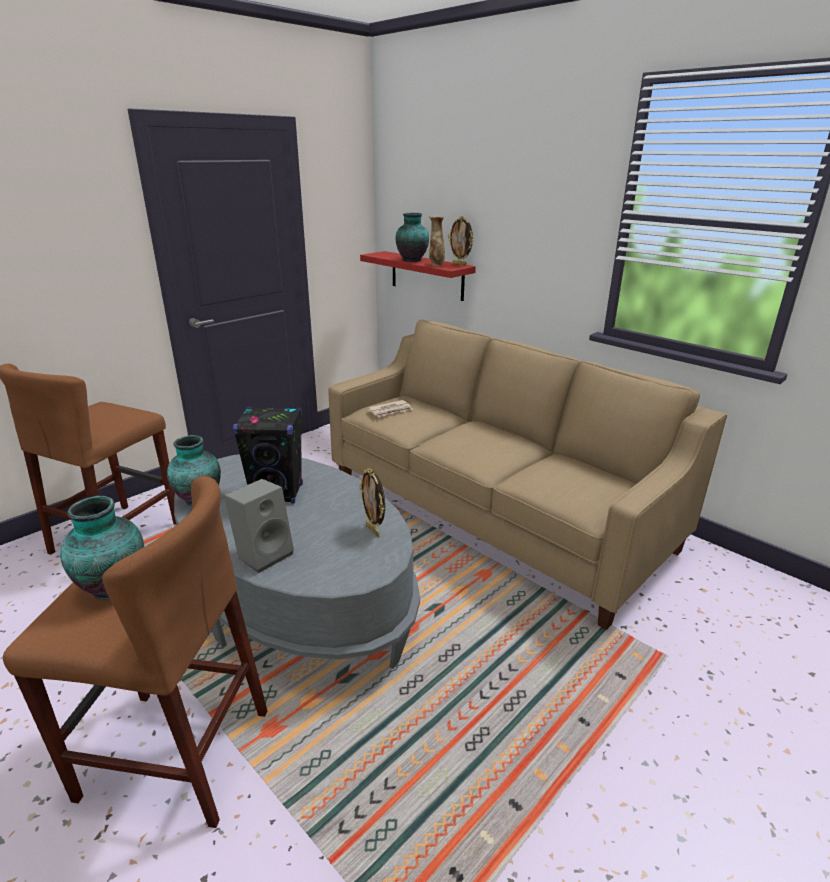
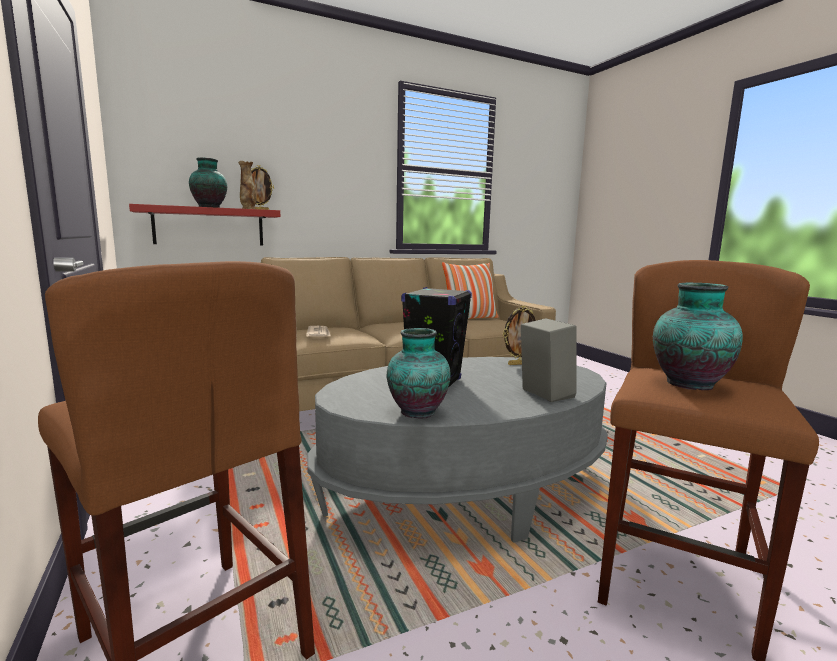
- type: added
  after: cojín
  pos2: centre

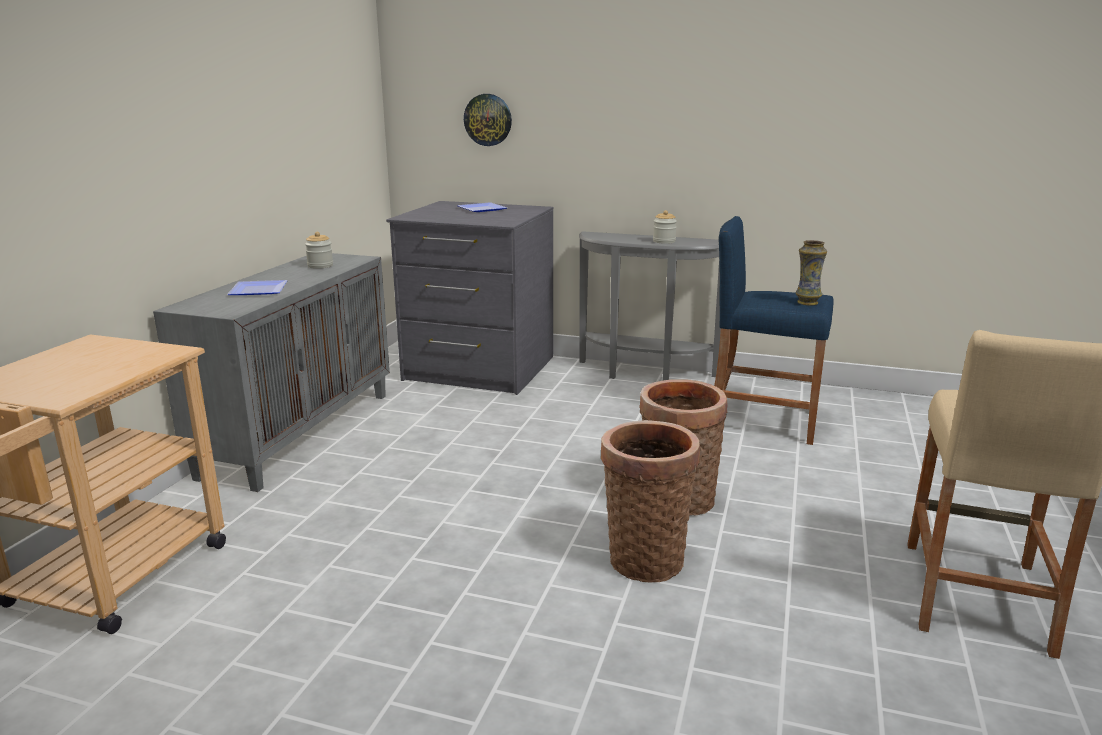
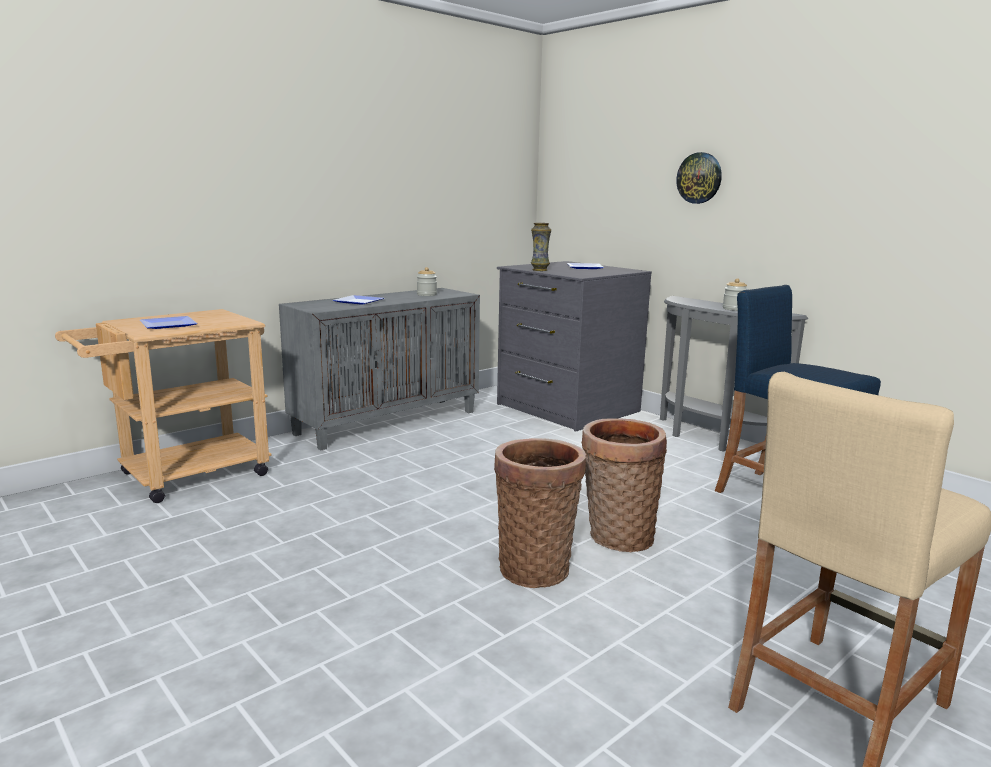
- type: moved
  before: reloj de pared
  pos1: top centre
  pos2: top right
- type: moved
  before: florero
  pos1: middle right
  pos2: top centre
- type: added
  after: plato (1st from left)
  pos2: middle left

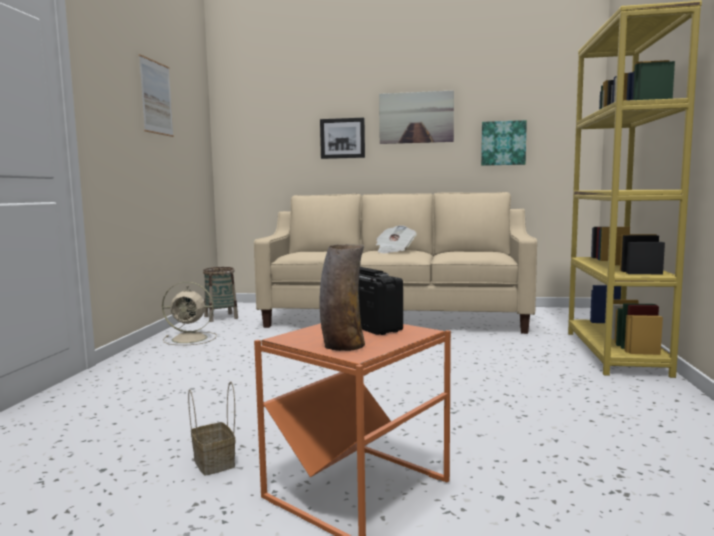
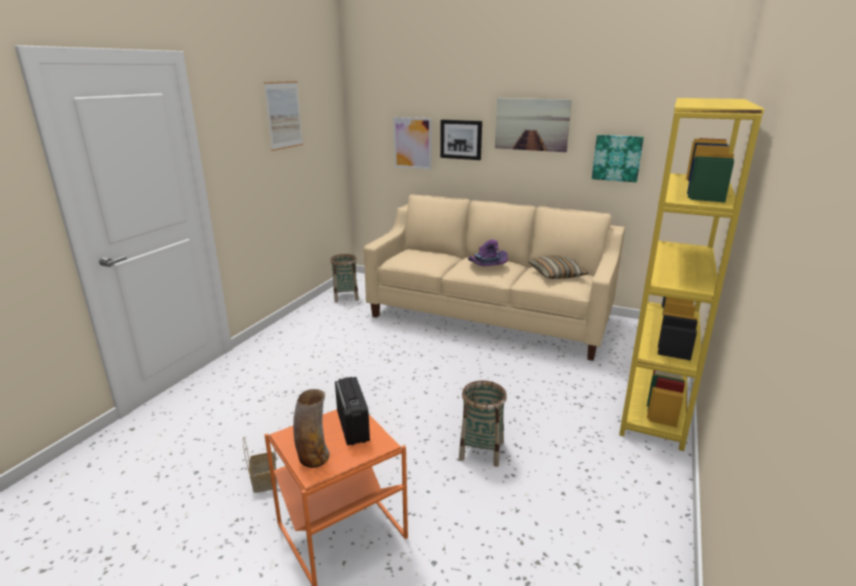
- type: replaced
  before: periódico
  after: sombrero [morado]
  pos1: centre
  pos2: centre
- type: removed
  before: ventilador [beis]
  pos1: middle left
- type: added
  after: cuadro (2nd from left)
  pos2: top centre
- type: added
  after: cojín
  pos2: centre
- type: added
  after: cesta (3rd from left)
  pos2: bottom centre

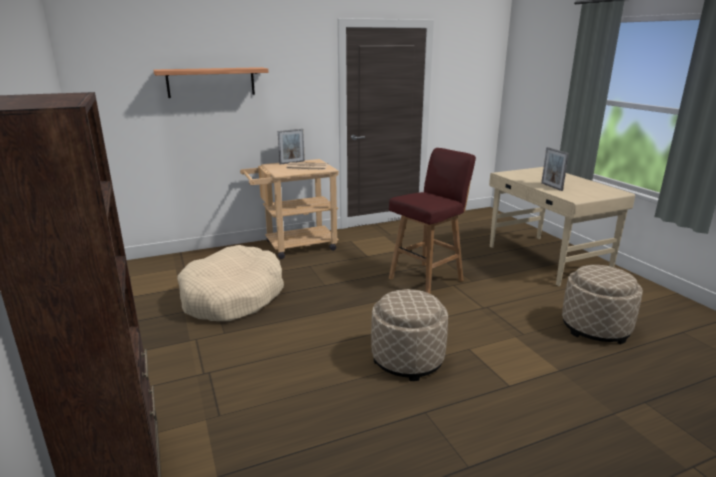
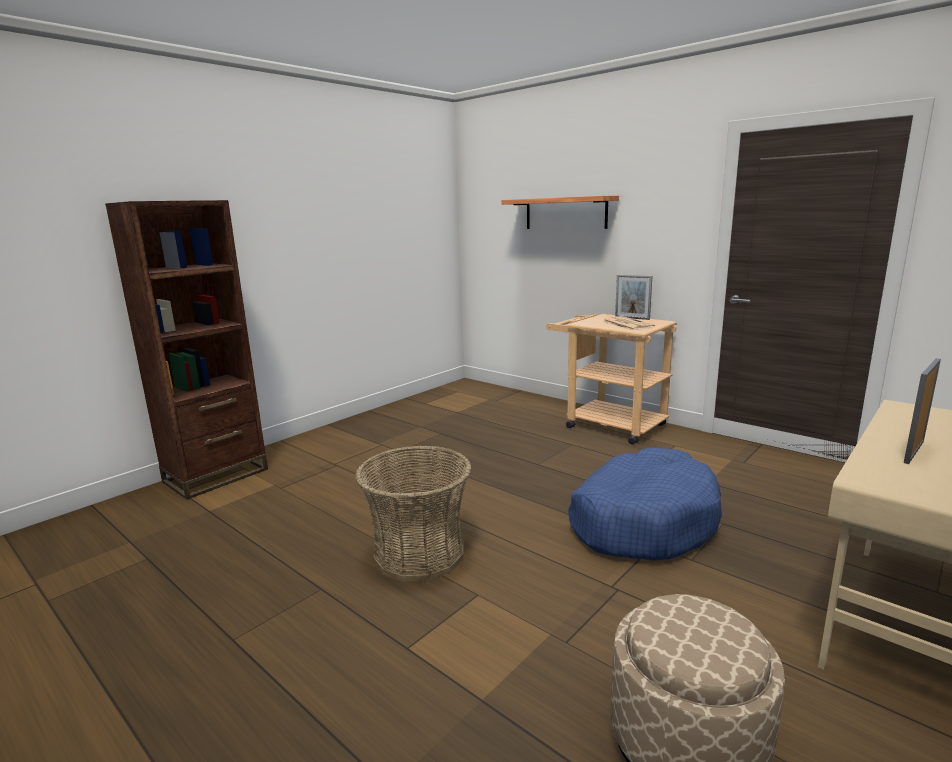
- type: replaced
  before: taburete [rojo]
  after: cama para perro [azul]
  pos1: centre
  pos2: middle right
- type: removed
  before: cama para perro [beis]
  pos1: middle left
- type: replaced
  before: puf [beis] (1st from left)
  after: cesta
  pos1: bottom centre
  pos2: bottom centre

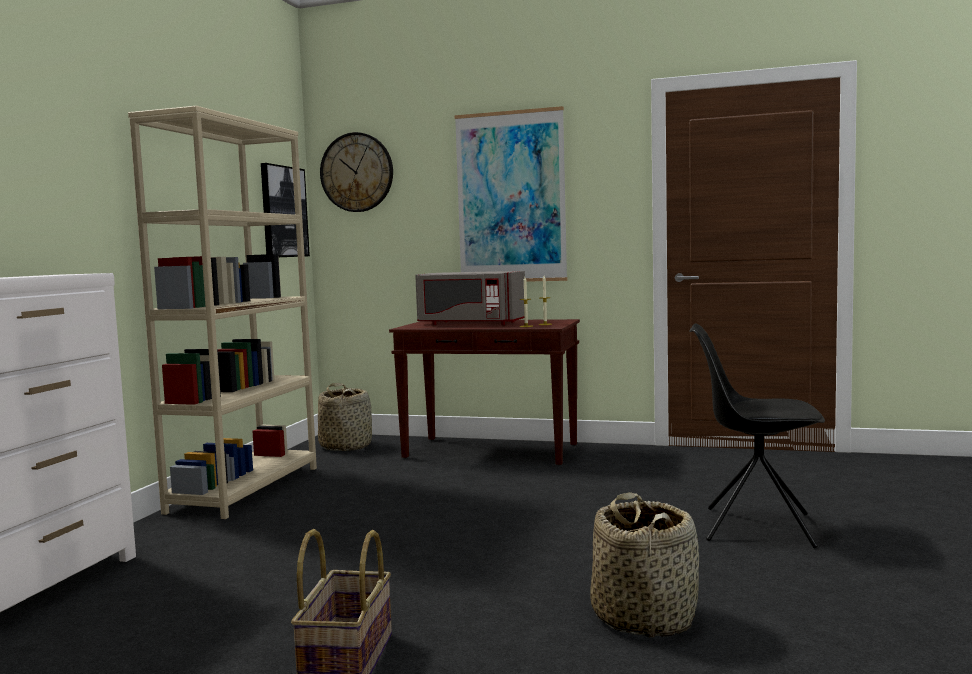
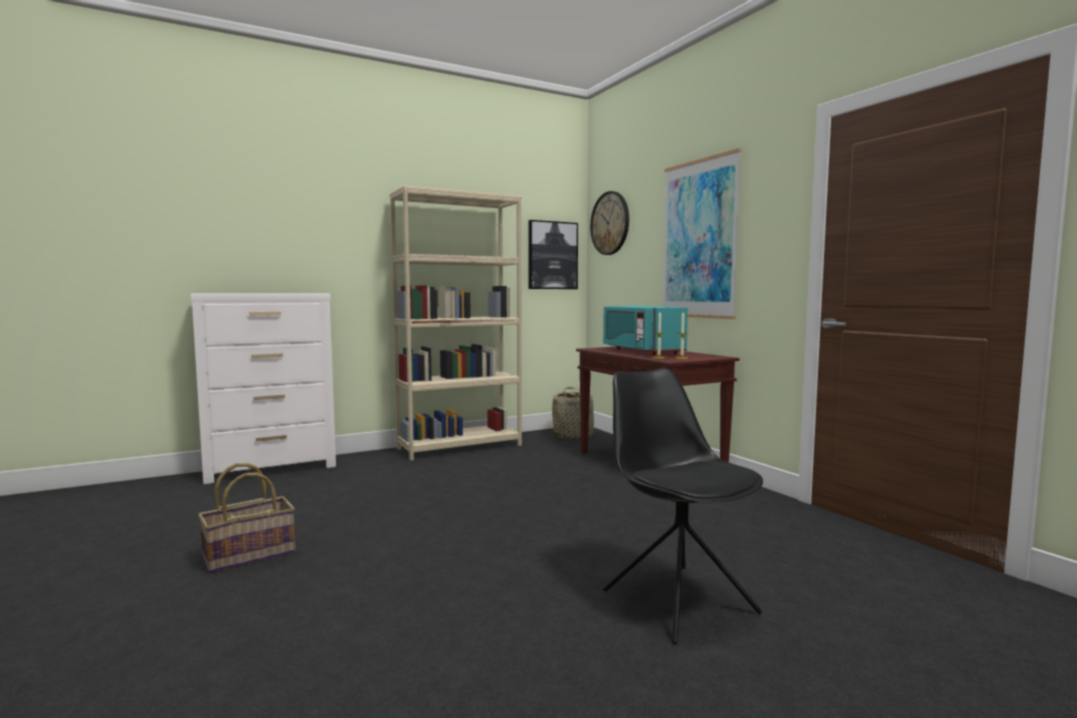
- type: recoloured
  before: microondas [gris]
  after: microondas [turquesa]
  pos1: centre
  pos2: centre
- type: removed
  before: cesta (3rd from left)
  pos1: bottom centre

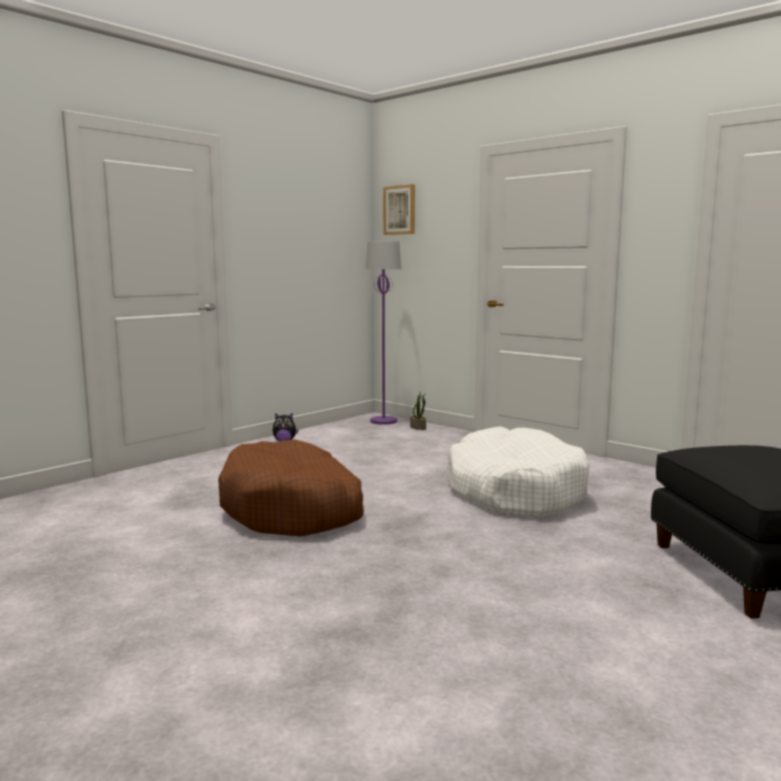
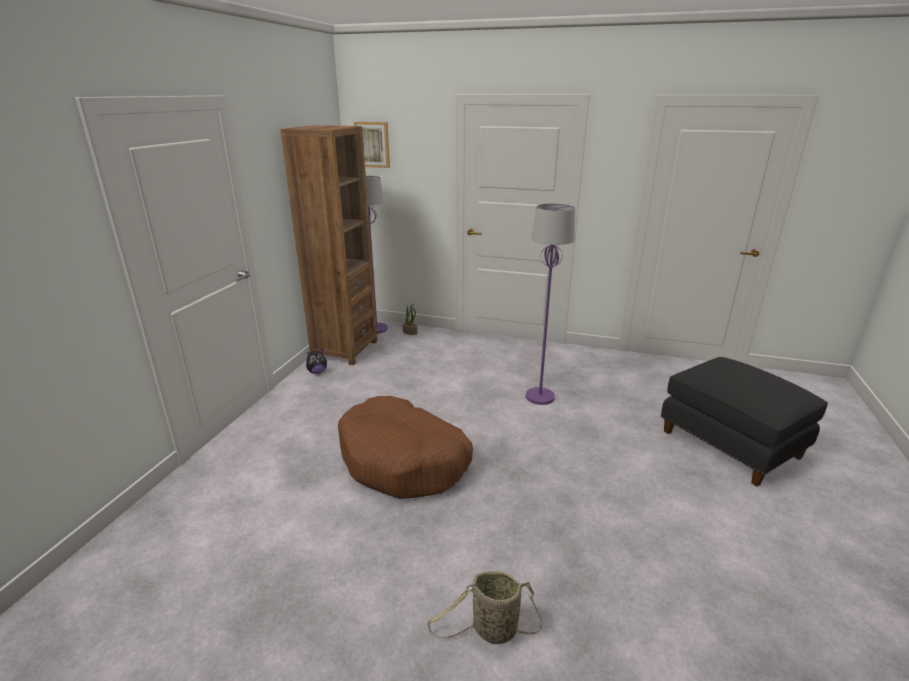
- type: replaced
  before: cama para perro [blanco]
  after: lámpara de pie [morado] (2nd from left)
  pos1: centre
  pos2: centre
- type: added
  after: estantería [marrón]
  pos2: centre
- type: added
  after: cesta
  pos2: bottom centre

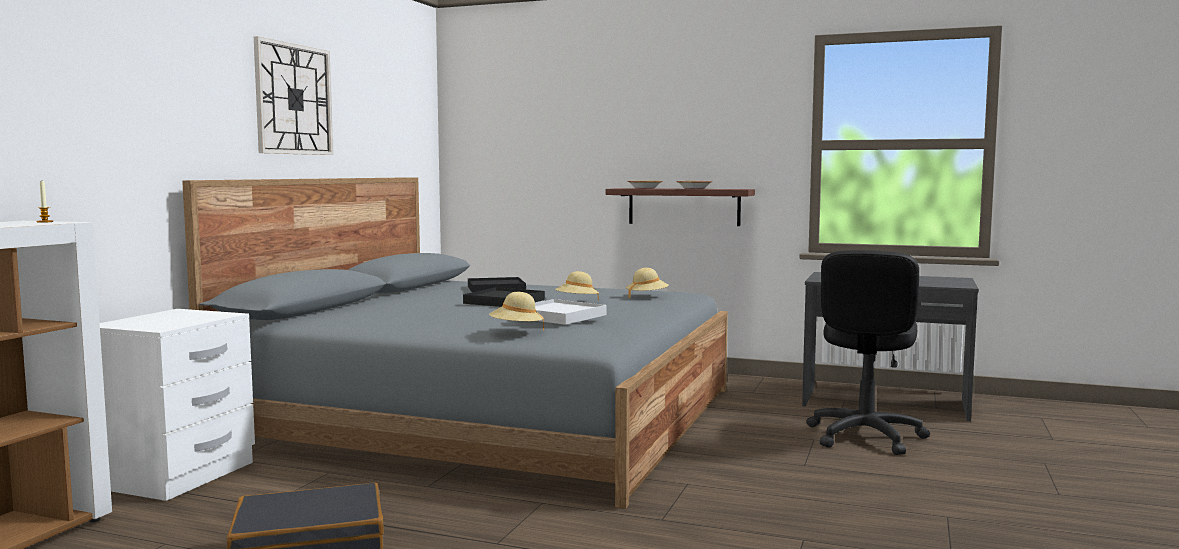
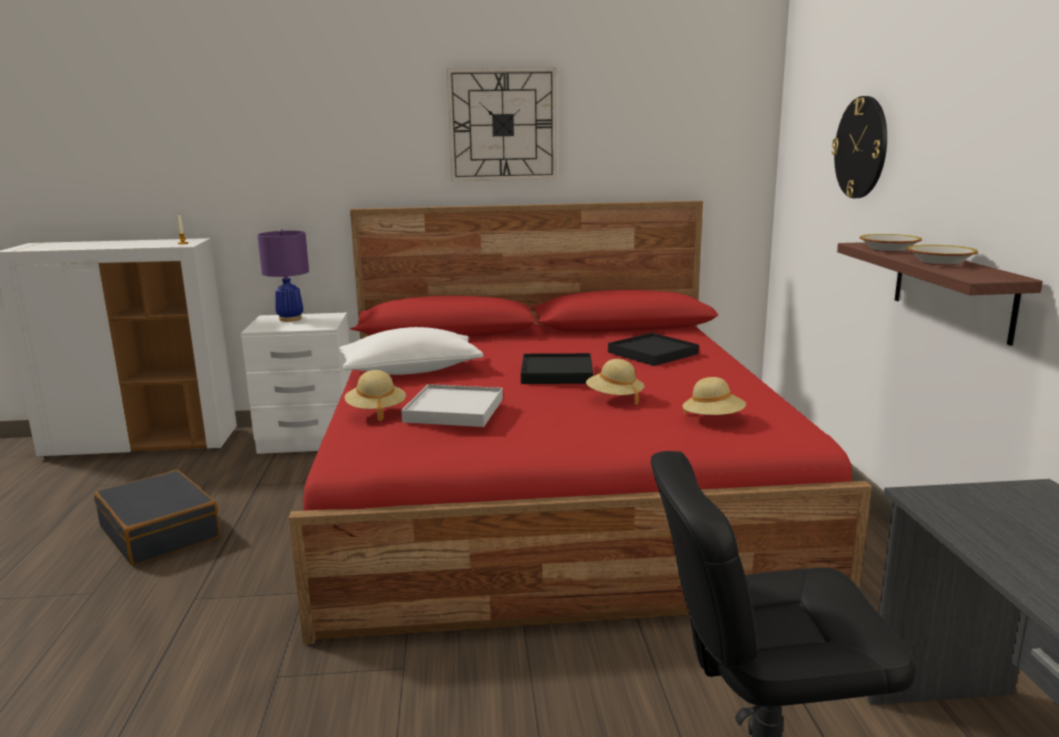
- type: recoloured
  before: cama [gris]
  after: cama [rojo]
  pos1: centre
  pos2: centre
- type: added
  after: reloj de pared (2nd from left)
  pos2: top right
- type: added
  after: lámpara de mesa [morado]
  pos2: middle left
- type: added
  after: cojín [blanco]
  pos2: centre

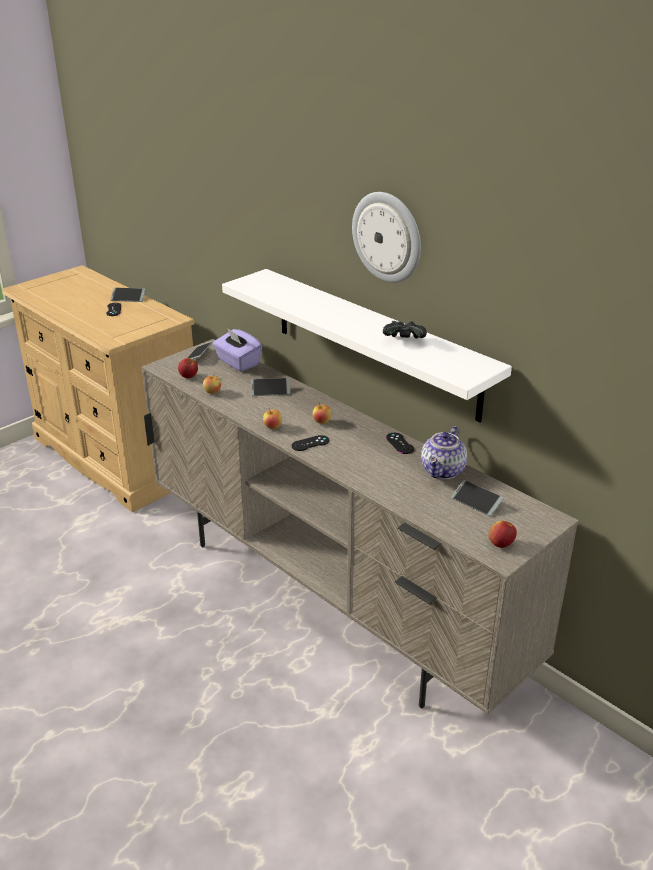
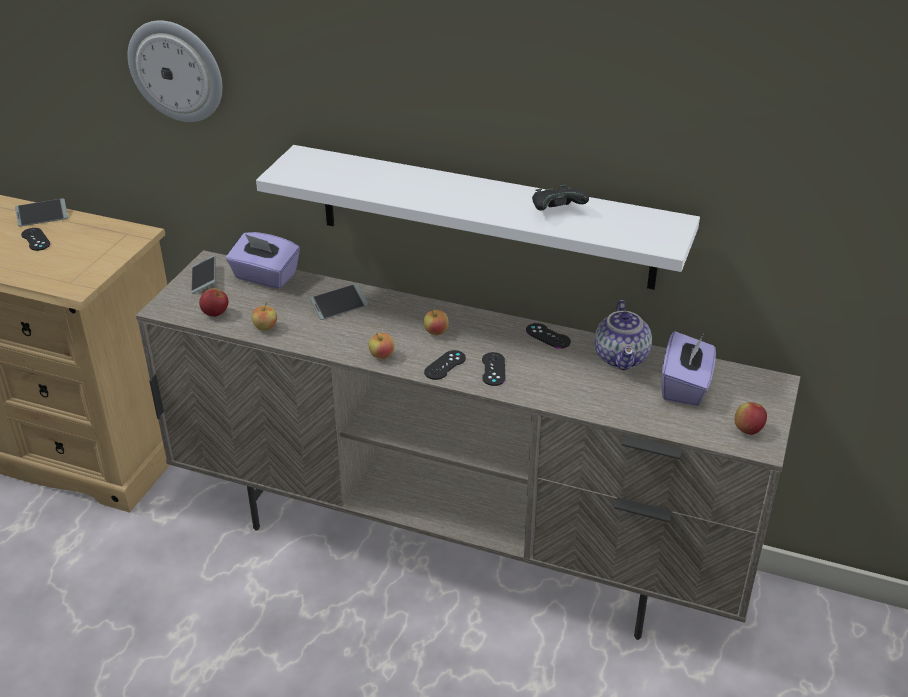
- type: moved
  before: reloj de pared
  pos1: top centre
  pos2: top left
- type: replaced
  before: móvil (4th from left)
  after: caja de pañuelos [morado] (2nd from left)
  pos1: middle right
  pos2: middle right
- type: added
  after: mando de consola [negro] (3rd from left)
  pos2: centre

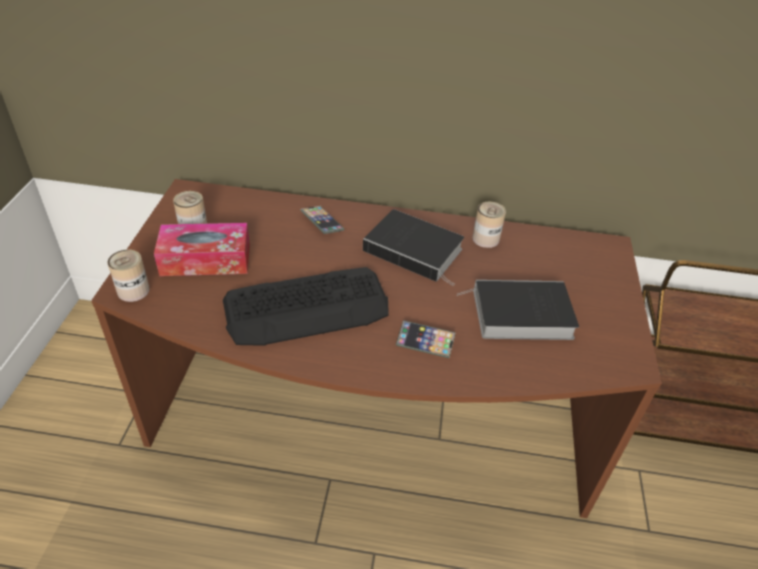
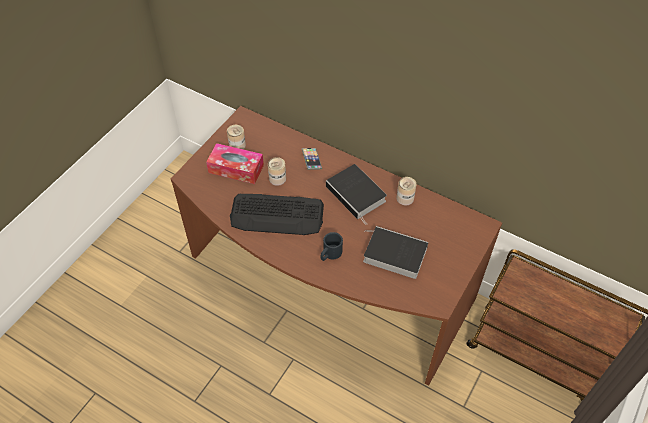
- type: moved
  before: lata (1st from left in the first image)
  after: lata (2nd from left)
  pos1: middle left
  pos2: centre
- type: replaced
  before: móvil (2nd from left)
  after: taza grande [negro]
  pos1: centre
  pos2: centre

